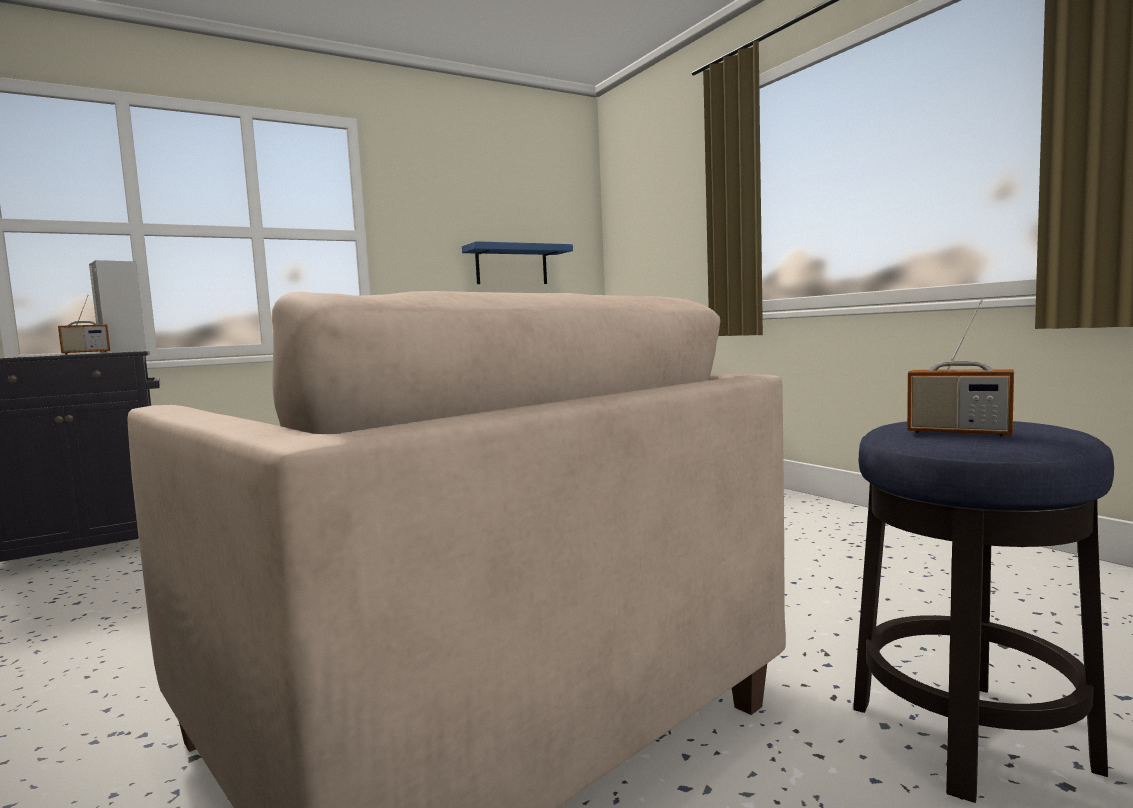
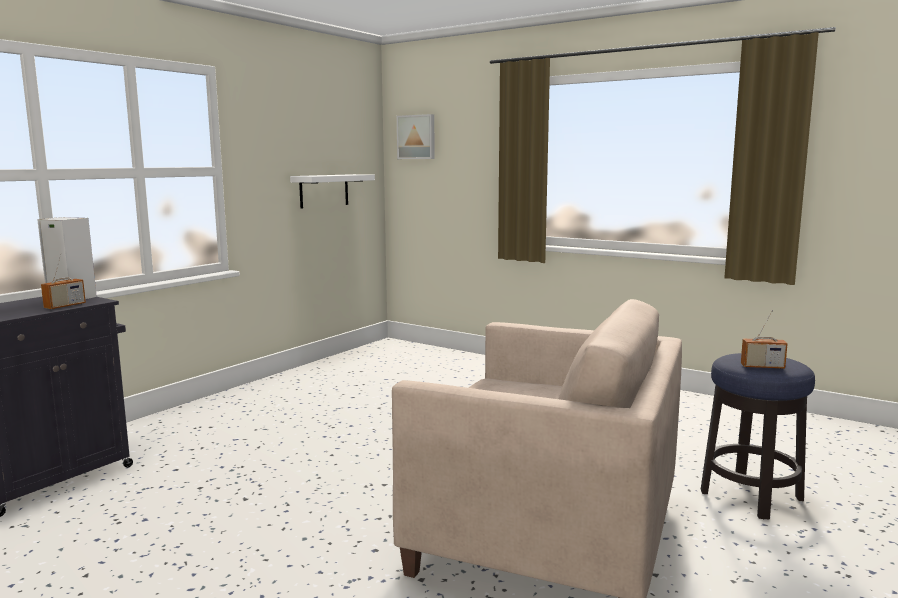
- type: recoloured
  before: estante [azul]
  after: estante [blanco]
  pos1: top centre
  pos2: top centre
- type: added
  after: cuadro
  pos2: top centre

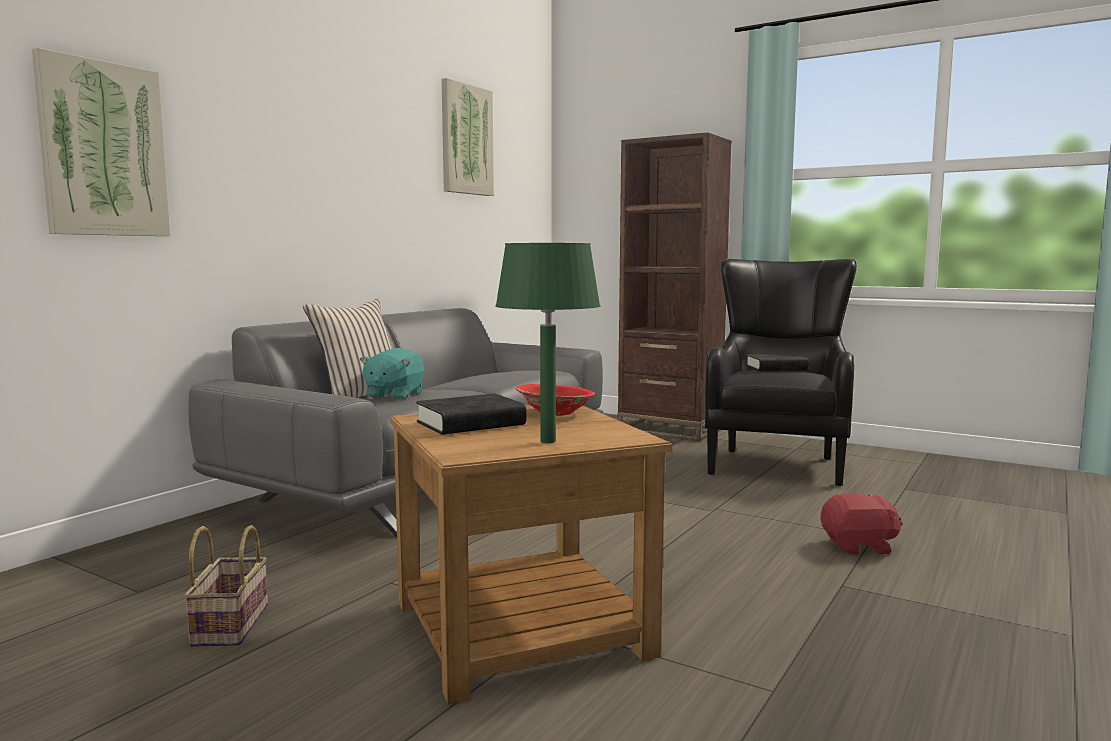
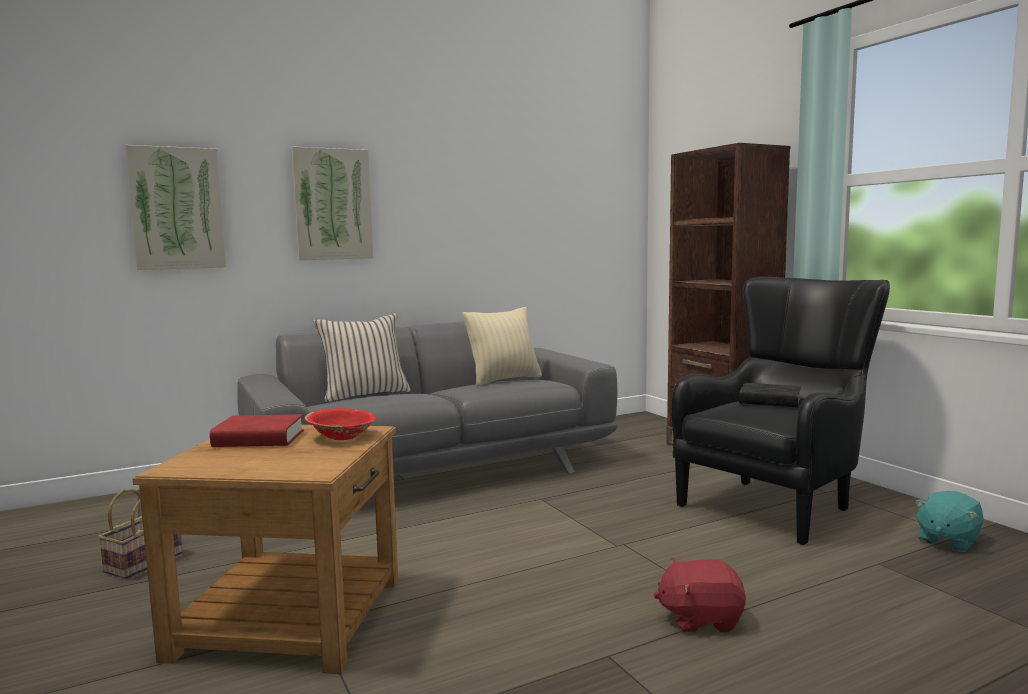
- type: moved
  before: cuadro (2nd from left)
  pos1: top centre
  pos2: top left
- type: removed
  before: lámpara de mesa [verde]
  pos1: centre
- type: moved
  before: peluche [turquesa]
  pos1: centre
  pos2: bottom right
- type: recoloured
  before: libro [negro] (1st from left)
  after: libro [rojo]
  pos1: centre
  pos2: middle left
- type: turned
  before: peluche [rojo]
  pos1: bottom right
  pos2: bottom right
  turn: 150
- type: added
  after: cojín [beis] (2nd from left)
  pos2: centre

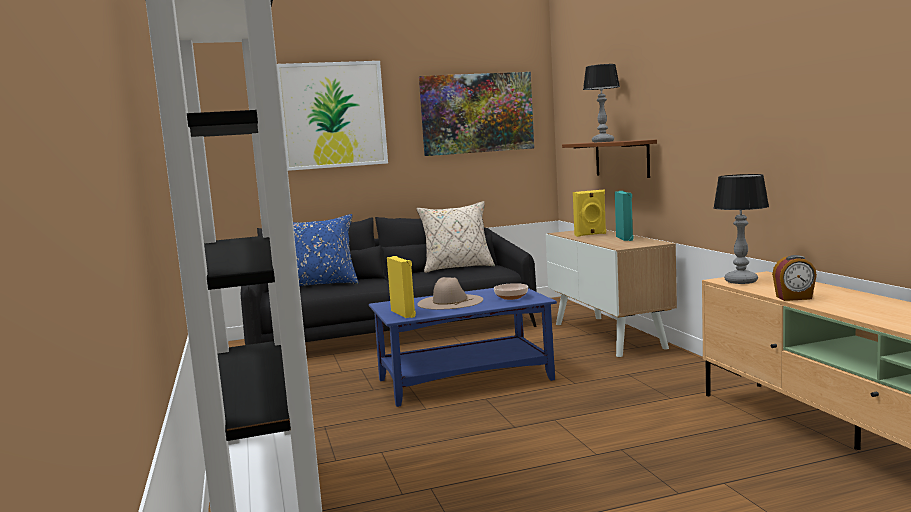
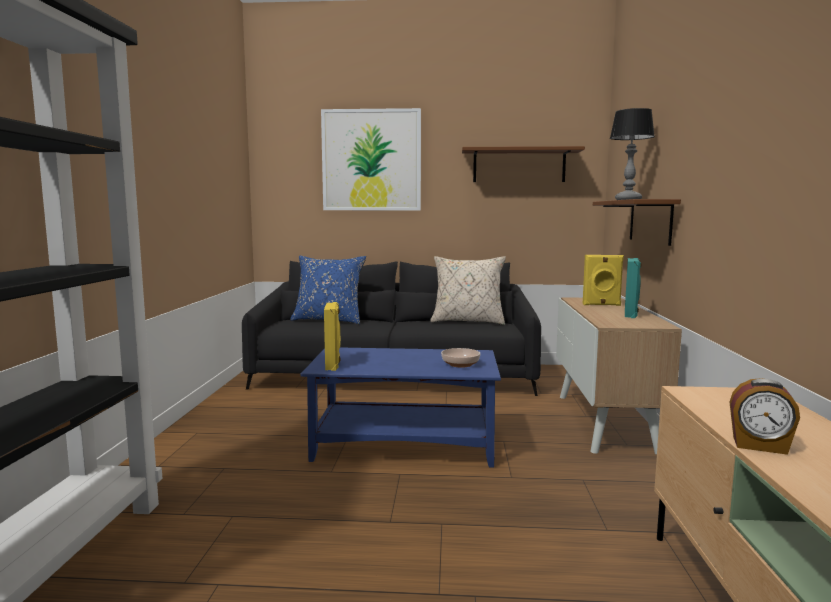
- type: replaced
  before: cuadro (2nd from left)
  after: estante [marrón] (1st from left)
  pos1: top centre
  pos2: top centre
- type: removed
  before: lámpara de mesa (2nd from left)
  pos1: middle right
- type: removed
  before: sombrero [beis]
  pos1: centre

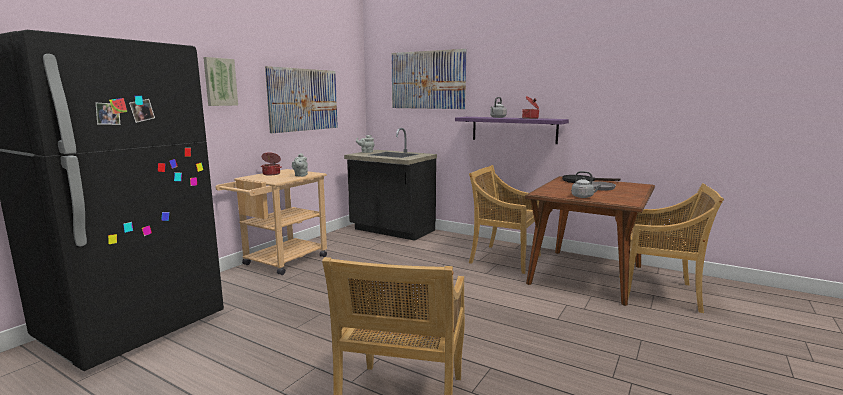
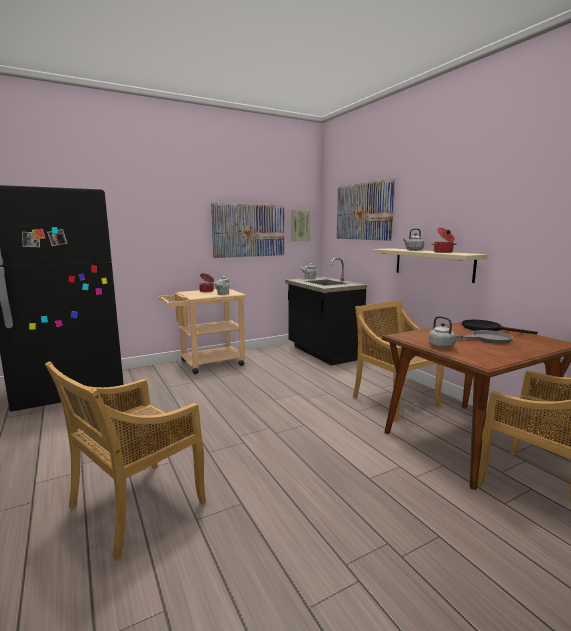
- type: moved
  before: cuadro (1st from left in the first image)
  after: cuadro (2nd from left)
  pos1: top left
  pos2: centre
- type: recoloured
  before: estante [morado]
  after: estante [beis]
  pos1: top centre
  pos2: middle right

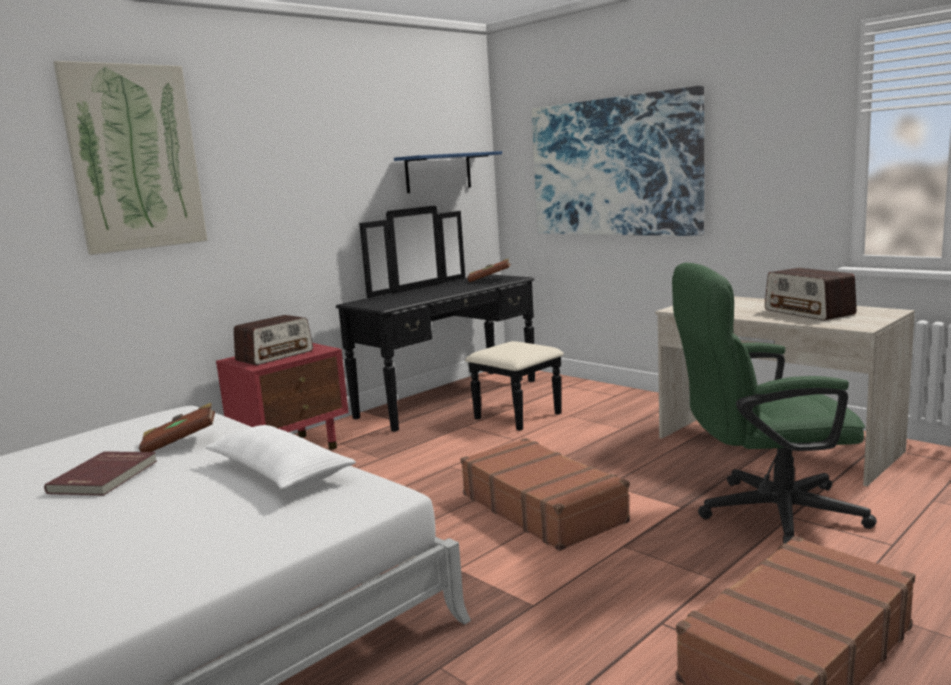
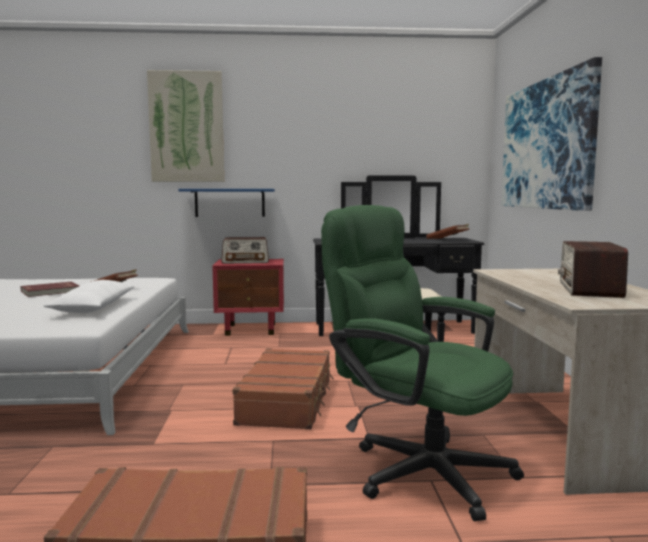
- type: moved
  before: estante [azul]
  pos1: top centre
  pos2: centre

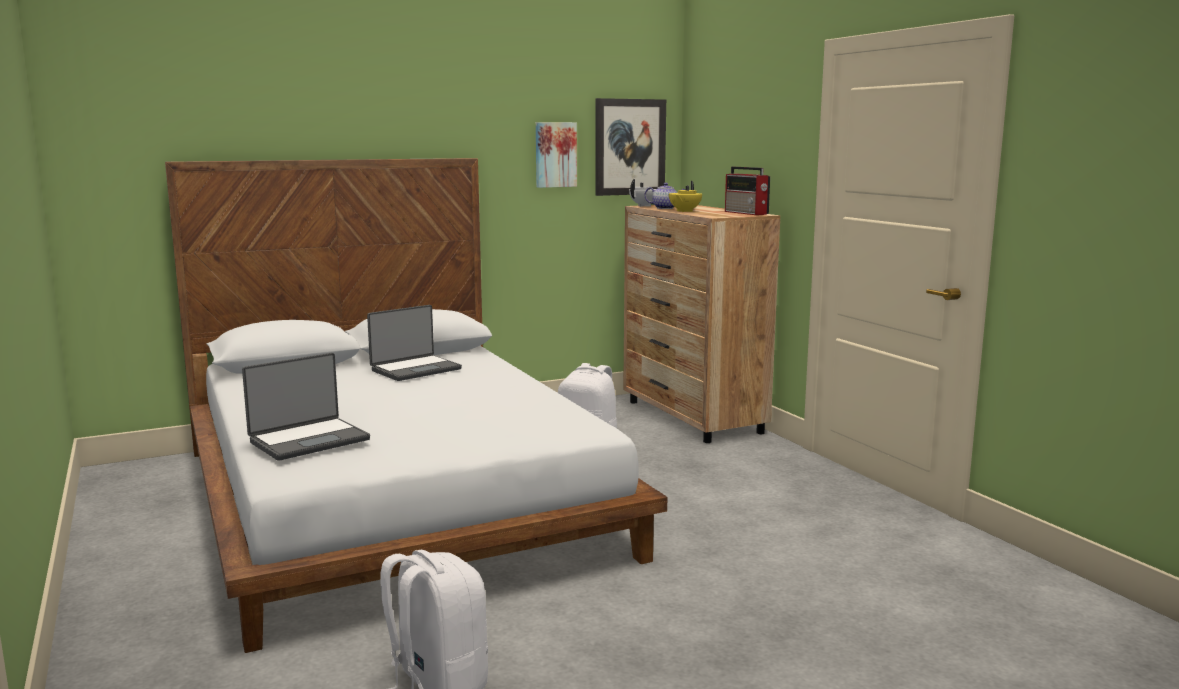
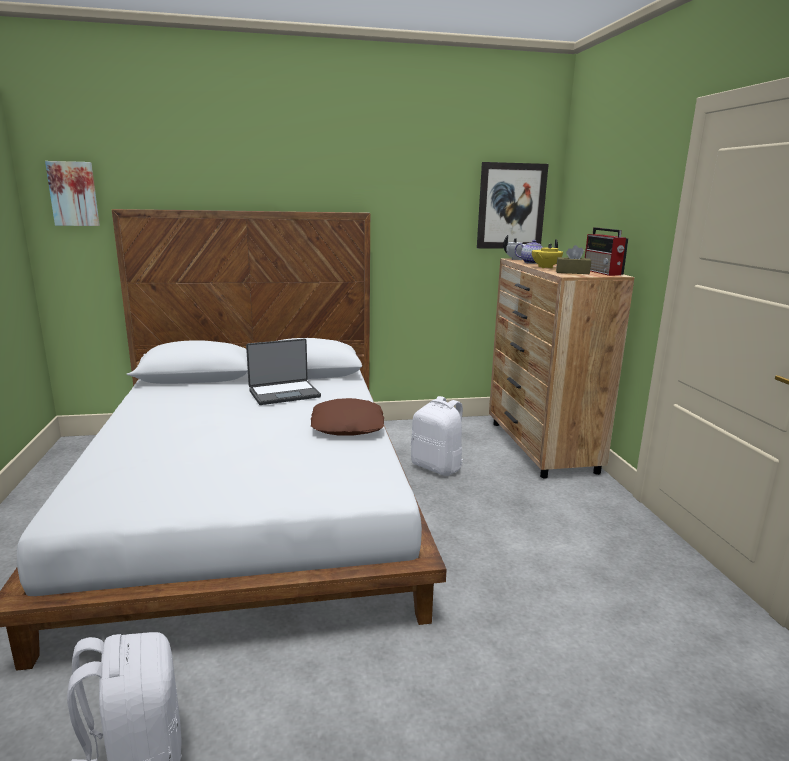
- type: moved
  before: cuadro (1st from left)
  pos1: top centre
  pos2: top left
- type: removed
  before: portátil (1st from left)
  pos1: middle left
- type: added
  after: caja de pañuelos [marrón]
  pos2: middle right
- type: added
  after: cojín [marrón]
  pos2: centre

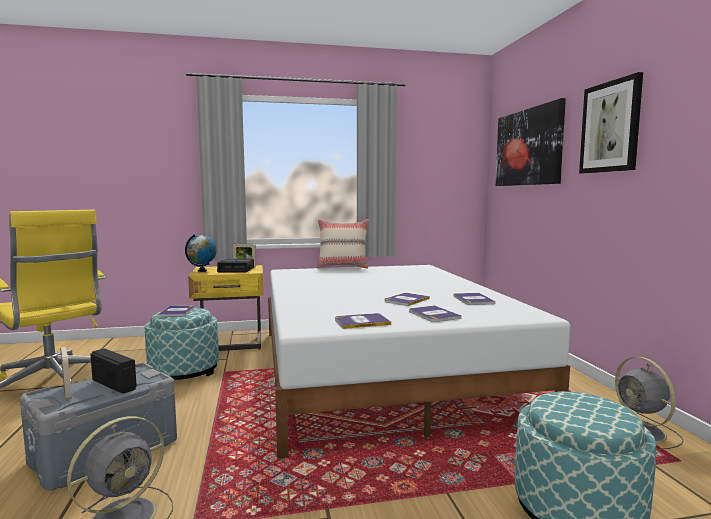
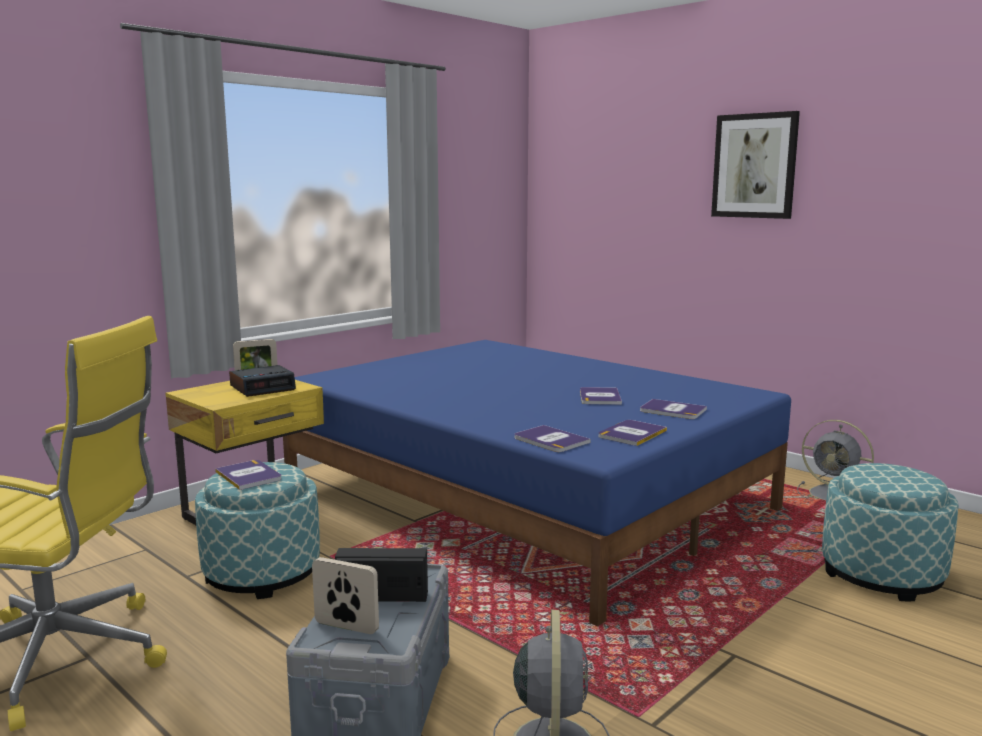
- type: removed
  before: cuadro (1st from left)
  pos1: top right
- type: removed
  before: cojín [beis]
  pos1: centre
- type: removed
  before: globo terráqueo
  pos1: middle left
- type: recoloured
  before: cama [blanco]
  after: cama [azul]
  pos1: bottom centre
  pos2: centre
- type: moved
  before: libro (5th from left in the first image)
  after: libro (2nd from left)
  pos1: middle right
  pos2: centre

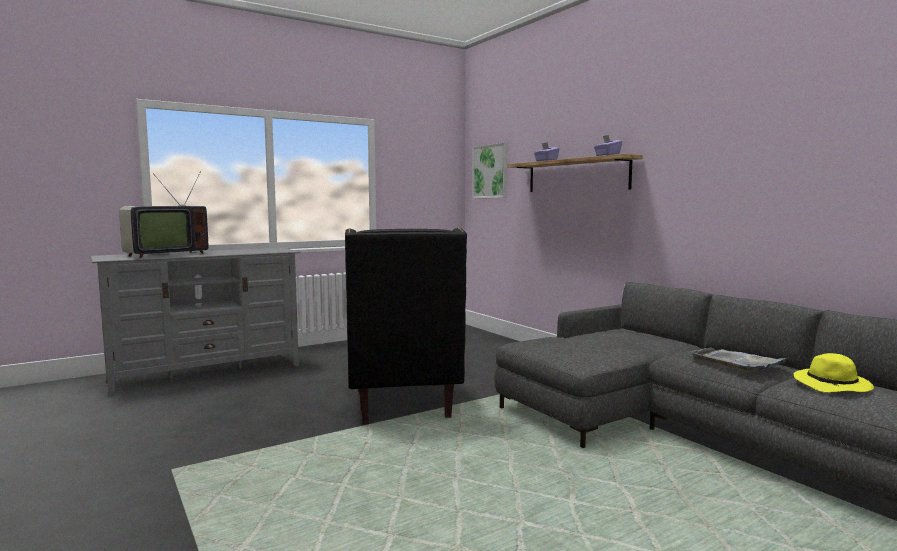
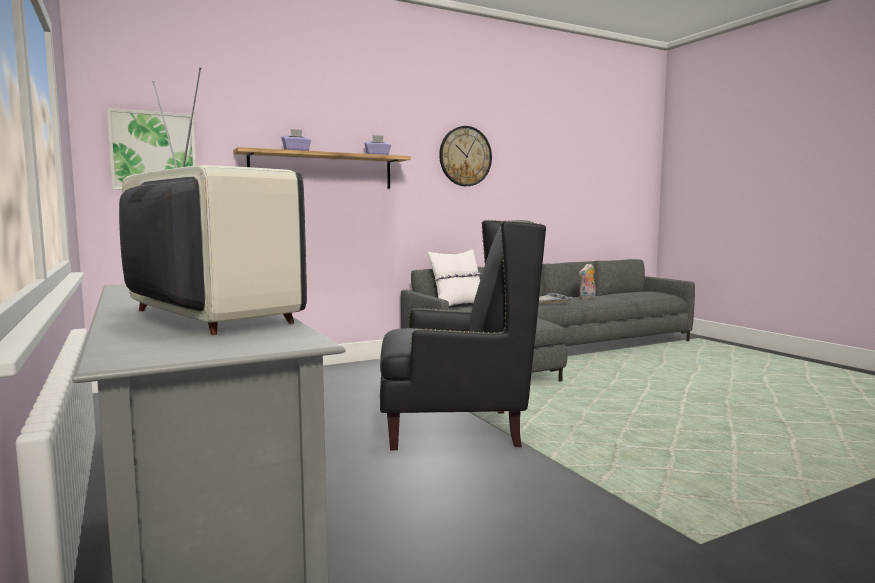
- type: replaced
  before: sombrero [amarillo]
  after: peluche
  pos1: bottom right
  pos2: middle right
- type: added
  after: reloj de pared
  pos2: top centre
- type: added
  after: cojín [blanco]
  pos2: centre

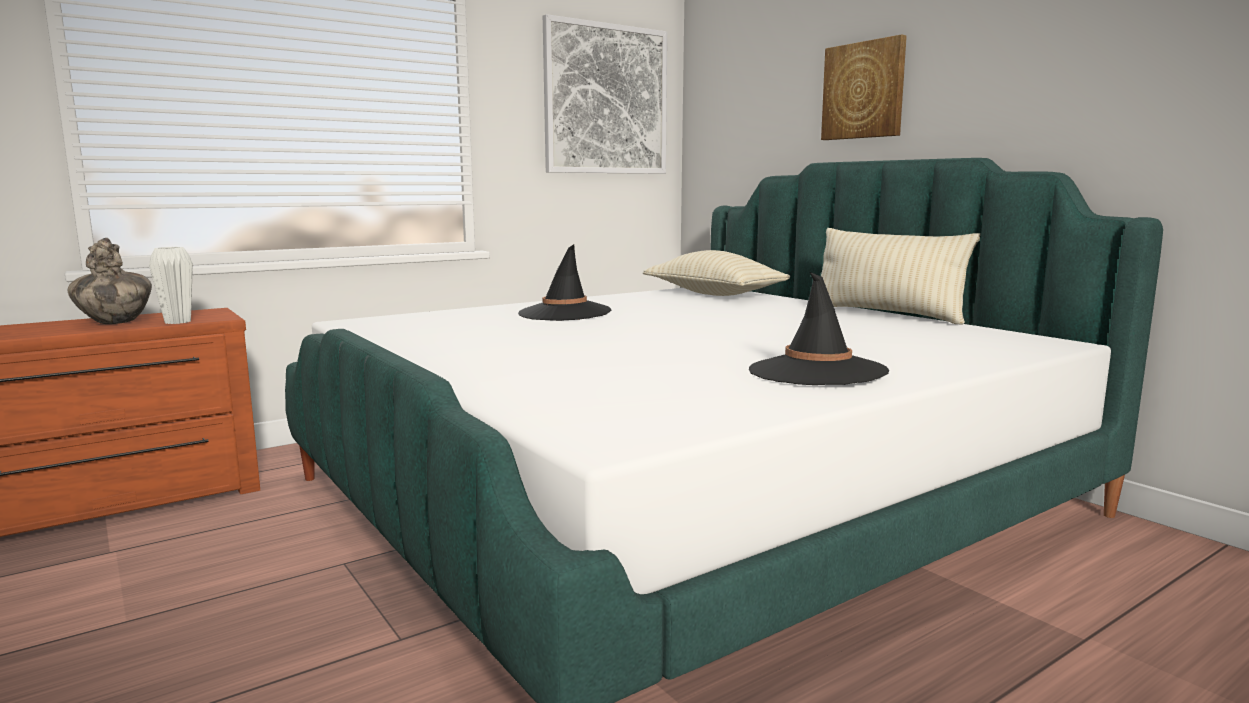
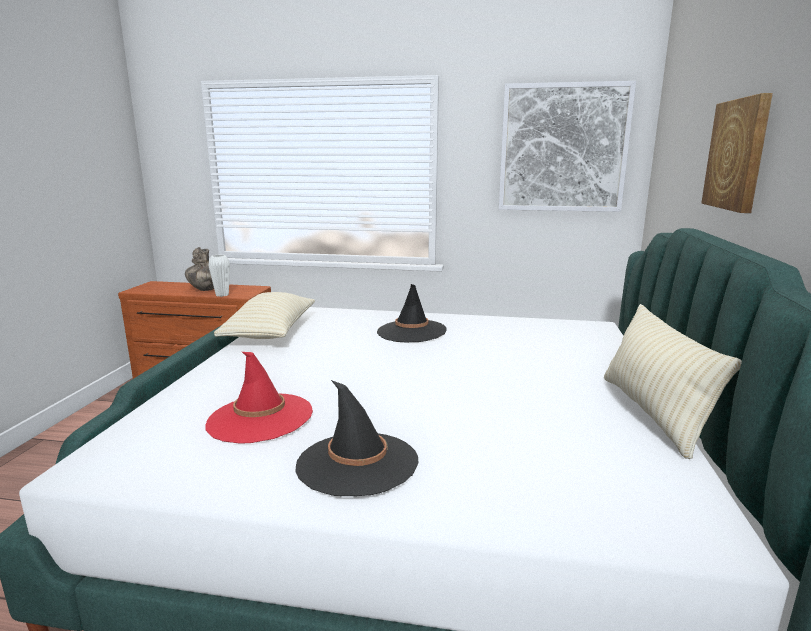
- type: moved
  before: cojín [beis] (1st from left)
  pos1: centre
  pos2: middle left
- type: added
  after: sombrero [rojo]
  pos2: middle left

